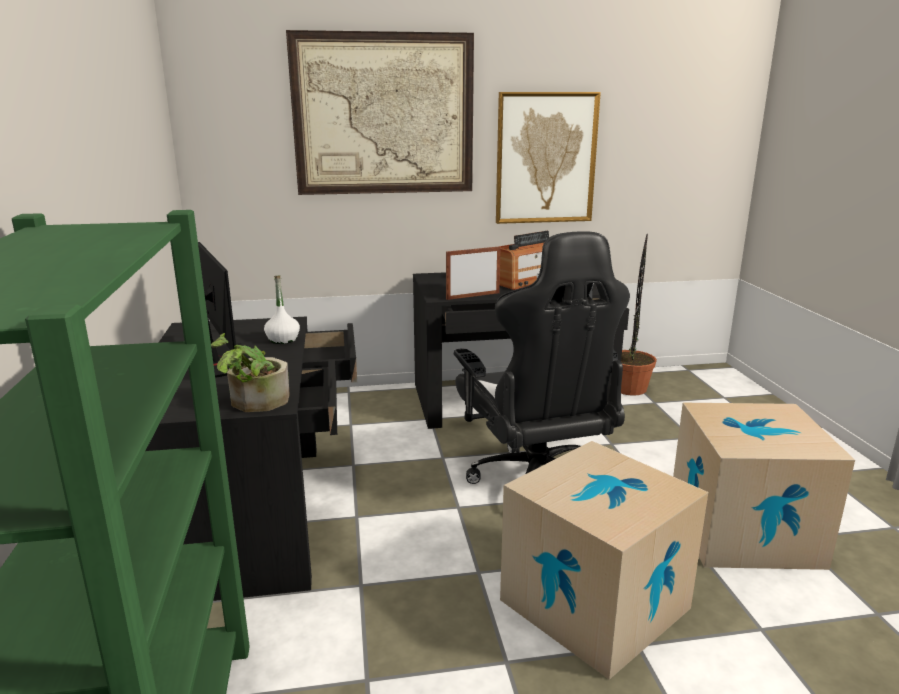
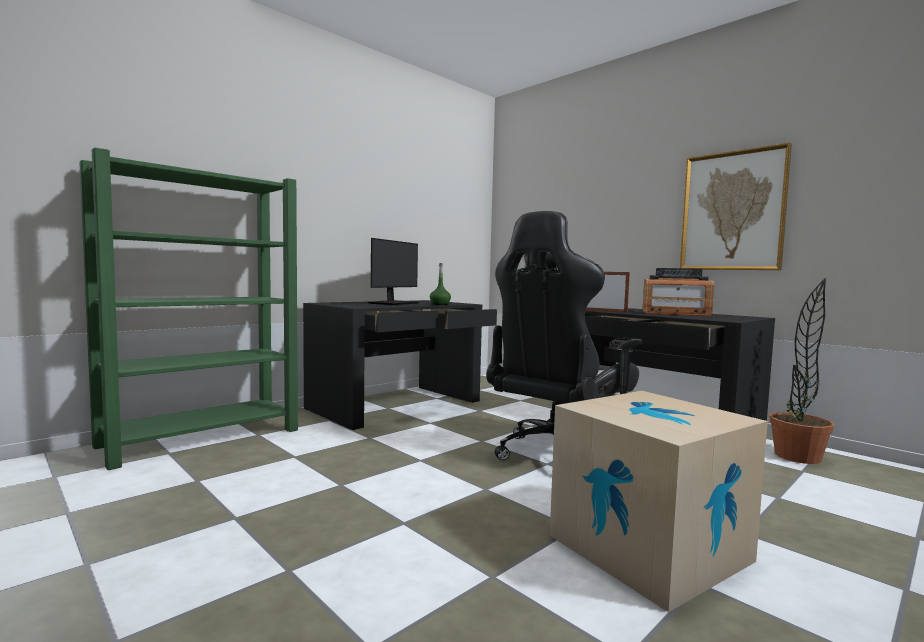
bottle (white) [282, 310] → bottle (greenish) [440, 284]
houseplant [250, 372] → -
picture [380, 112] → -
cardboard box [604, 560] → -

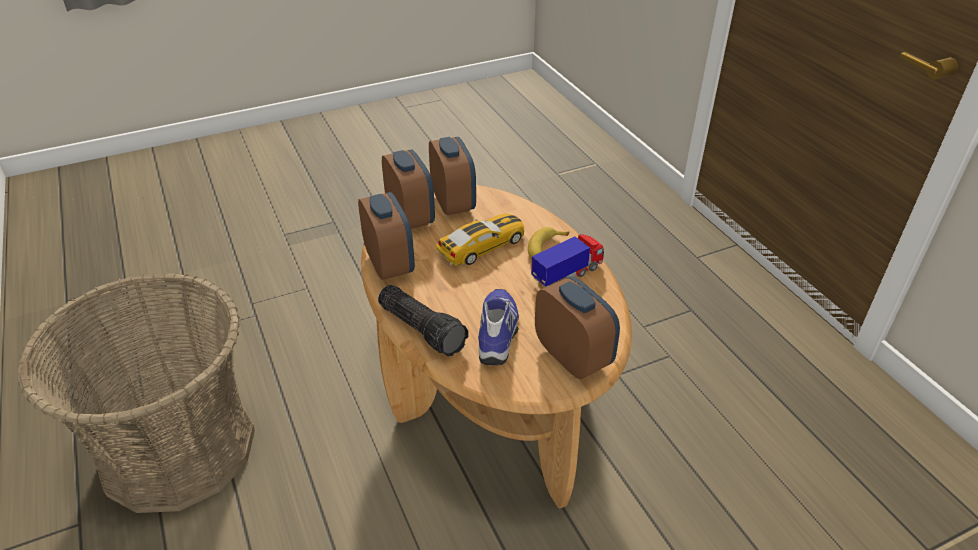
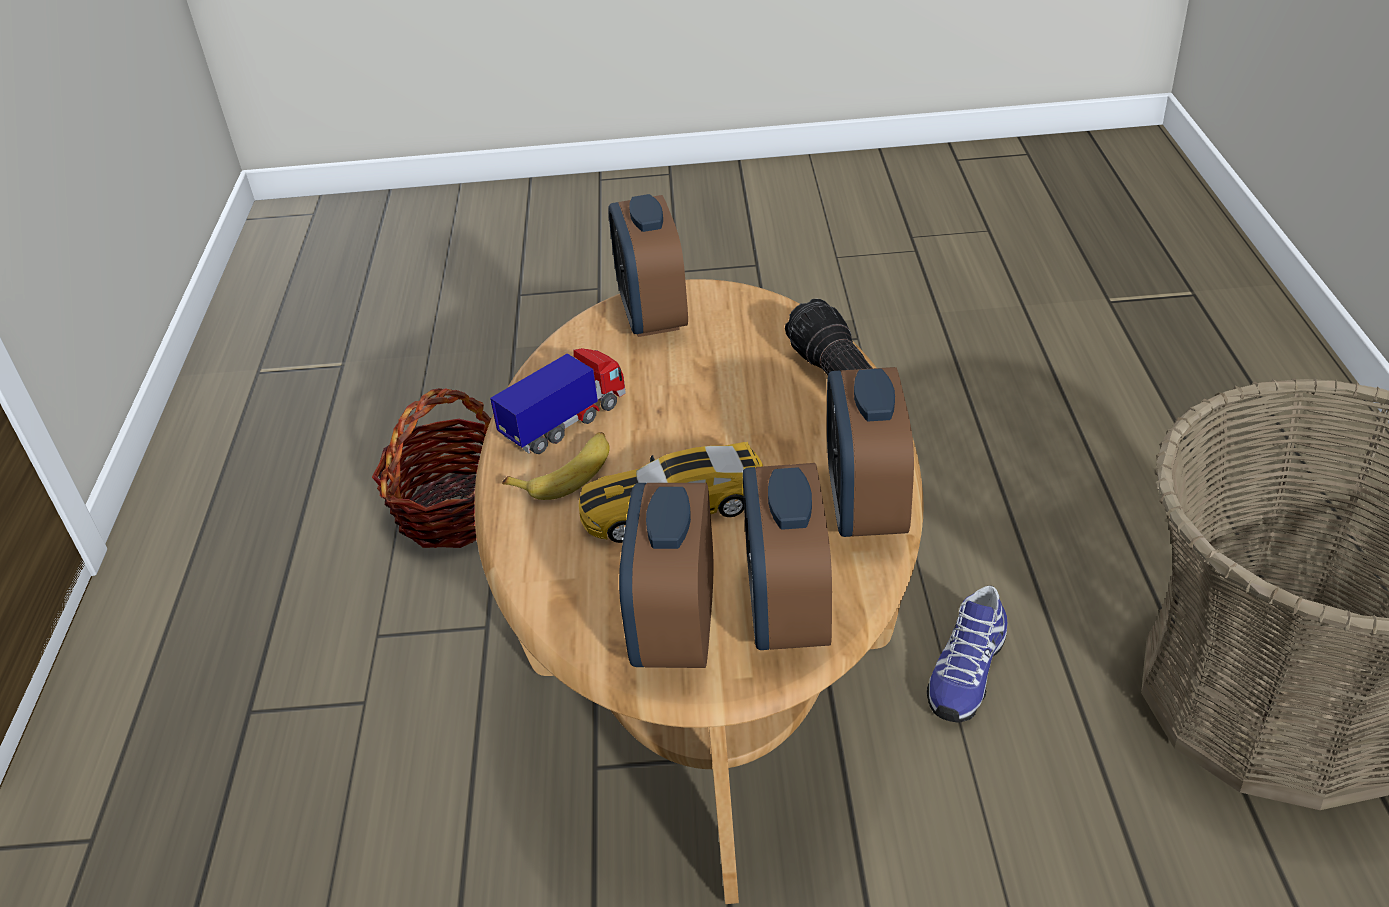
- → household basket [431, 468]
toy truck [567, 261] → toy truck [558, 401], 150 degrees clockwise
item of footwear [498, 327] → item of footwear [967, 654], shifted

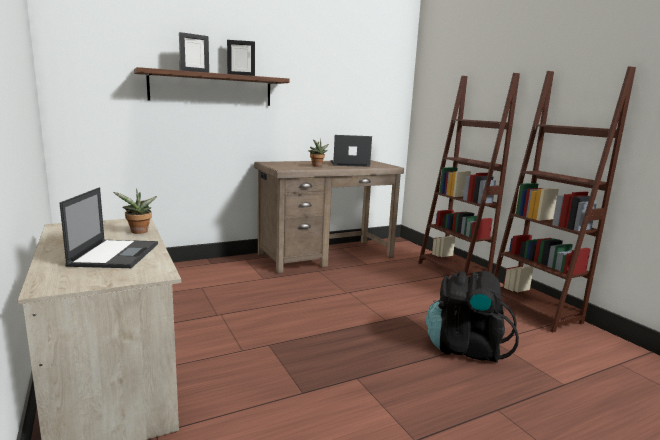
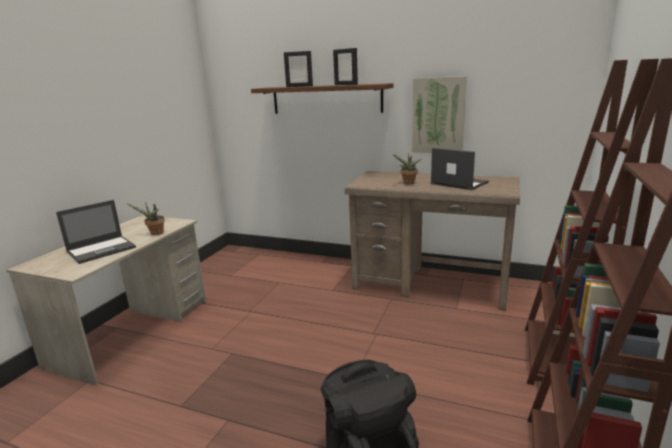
- → picture [439, 114]

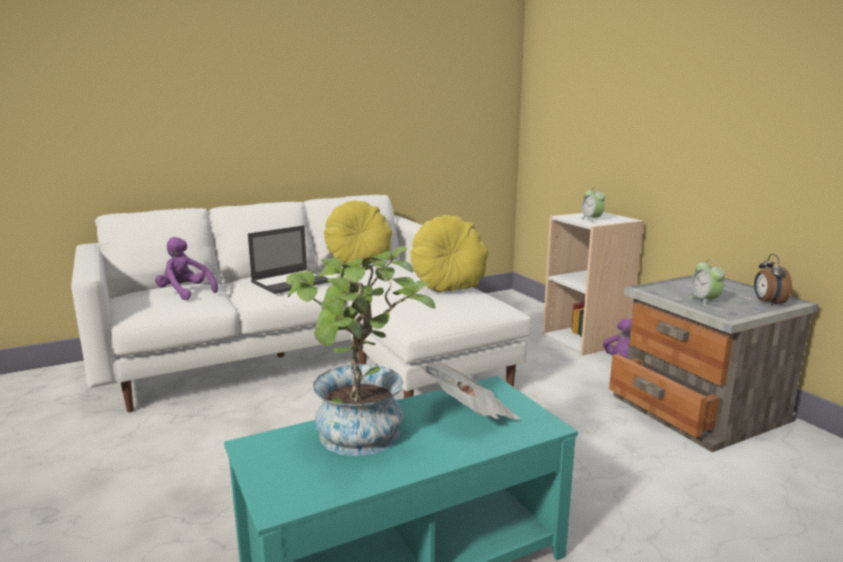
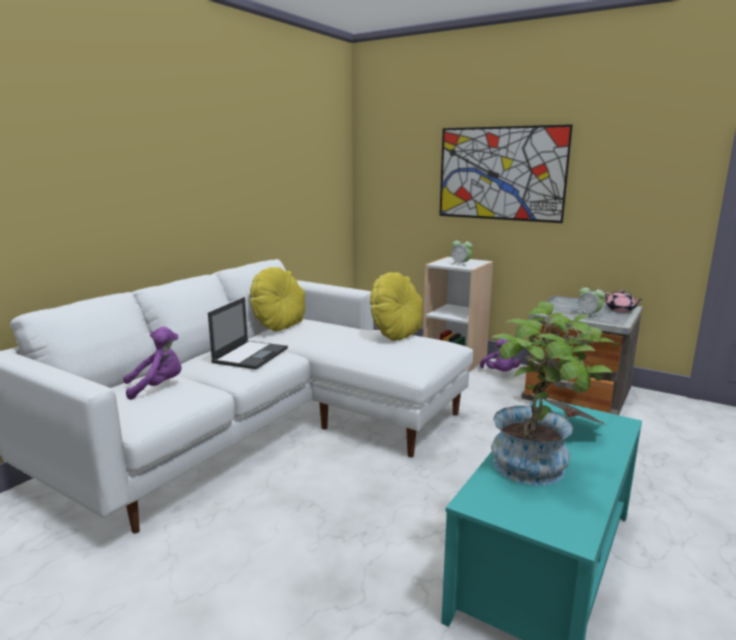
soft toy (purple) [186, 268] → soft toy (purple) [152, 363], 150 degrees clockwise
- → picture [506, 173]
table clock [773, 280] → pot for tea (pink-coloured) [623, 301]

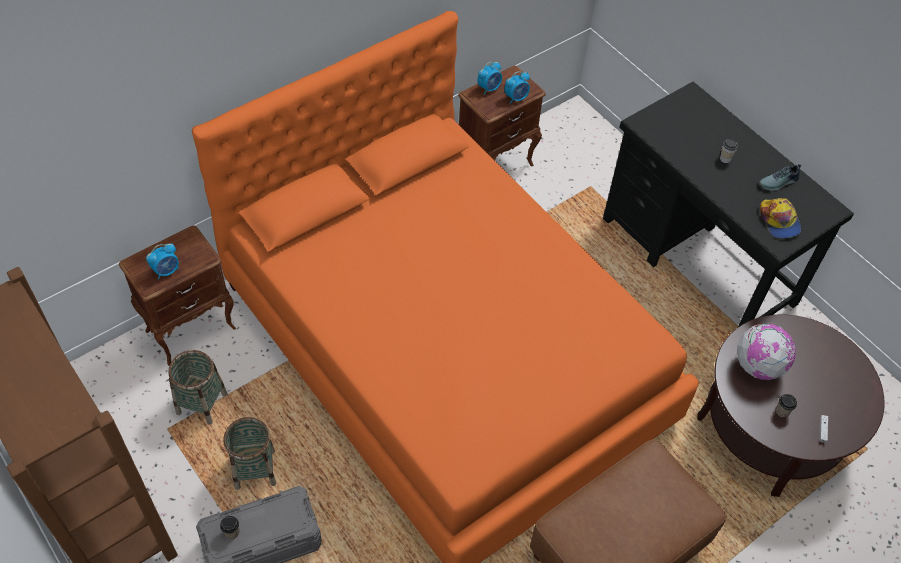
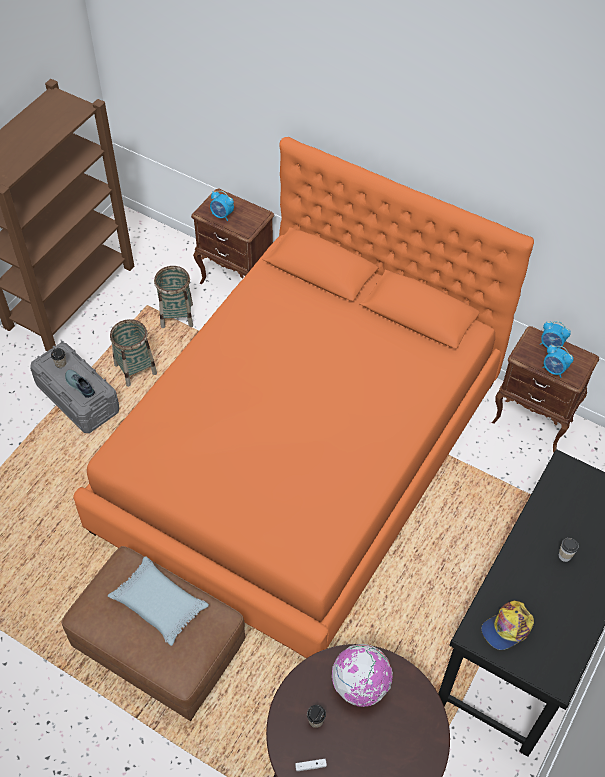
item of footwear [780, 177] → item of footwear [80, 384], shifted
- → cushion (blue) [158, 601]

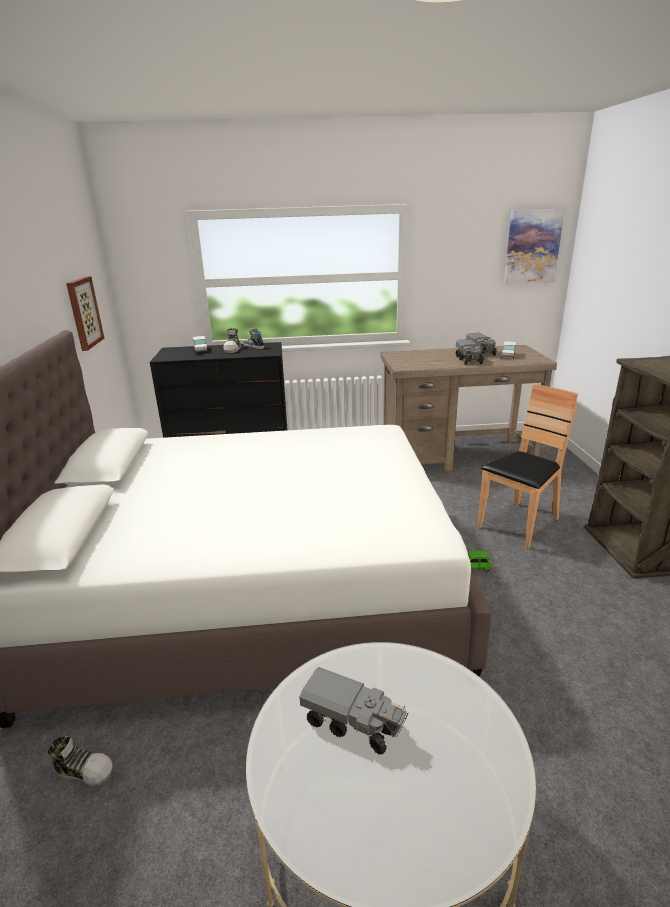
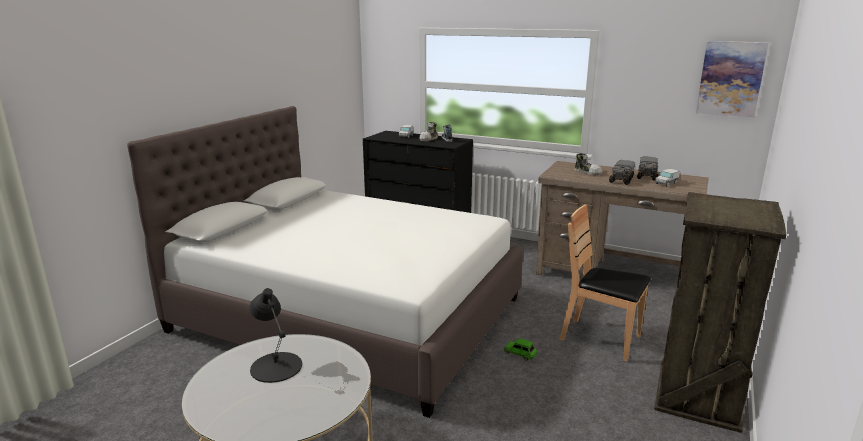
toy truck [354, 711] → tabletop lamp (blackish) [275, 335]
plain chair (brown) [527, 466] → plain chair (brown) [605, 283], 135 degrees counterclockwise
item of footwear [80, 761] → item of footwear [588, 164], shifted
picture [85, 313] → -

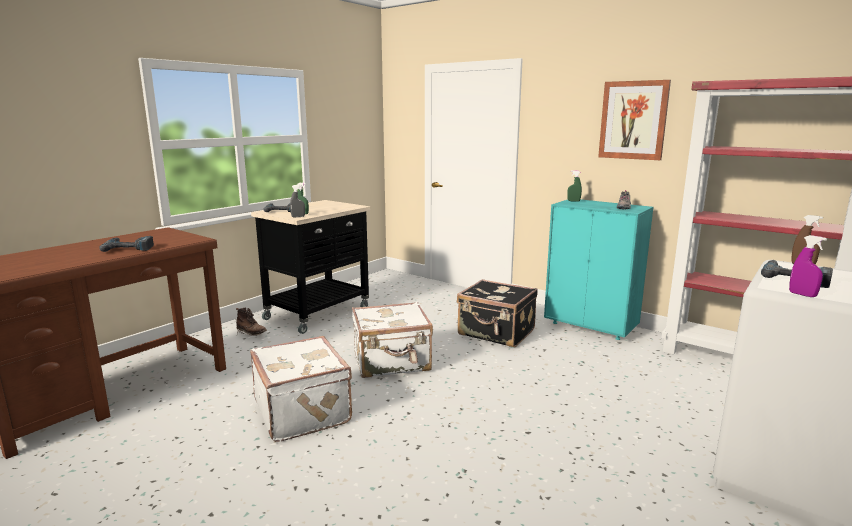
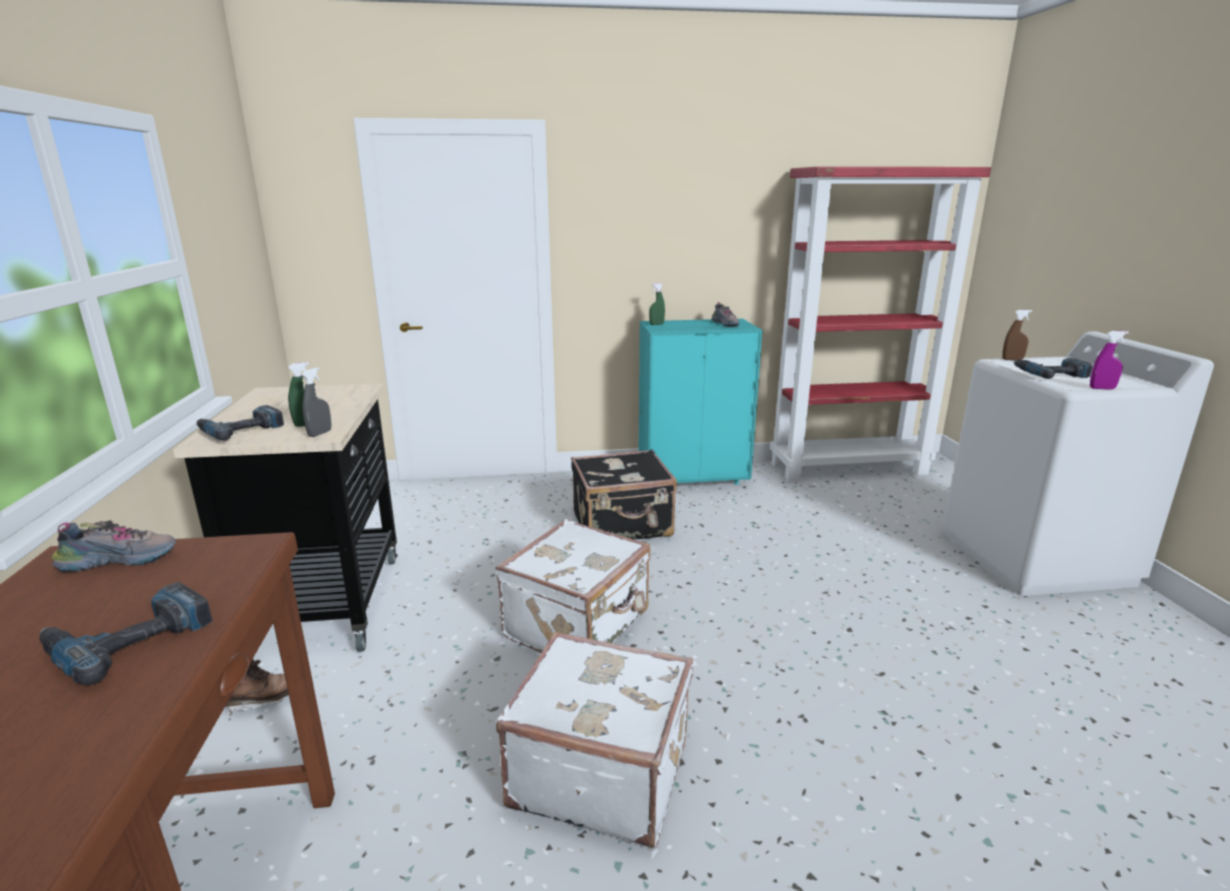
- → item of footwear [113, 546]
picture [634, 120] → -

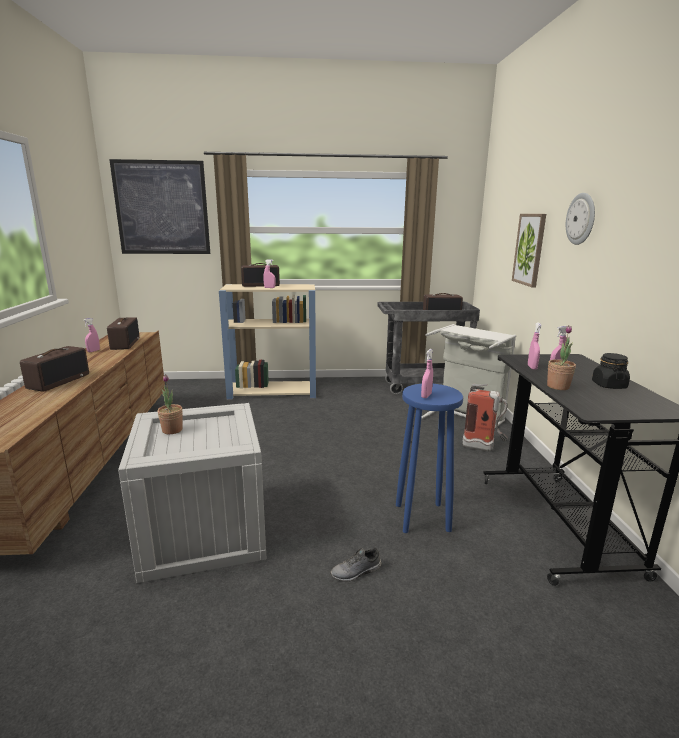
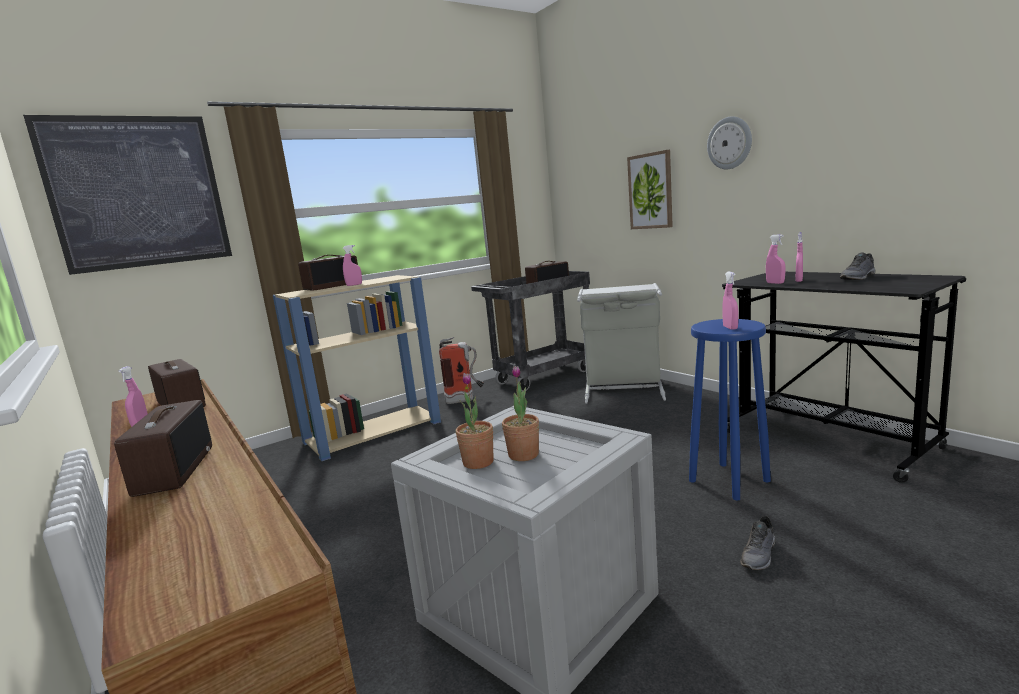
fire extinguisher [485, 417] → fire extinguisher [461, 370], shifted
houseplant [561, 358] → houseplant [520, 413], shifted
jar (blackish) [611, 371] → item of footwear (grey) [857, 266]

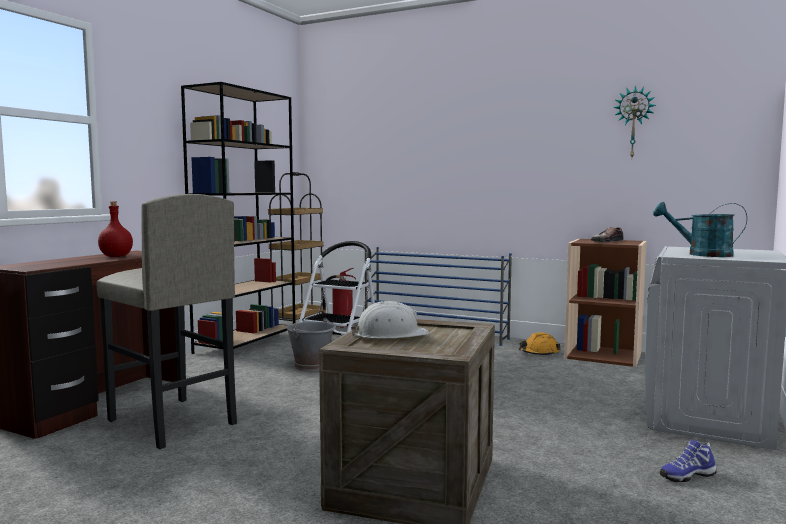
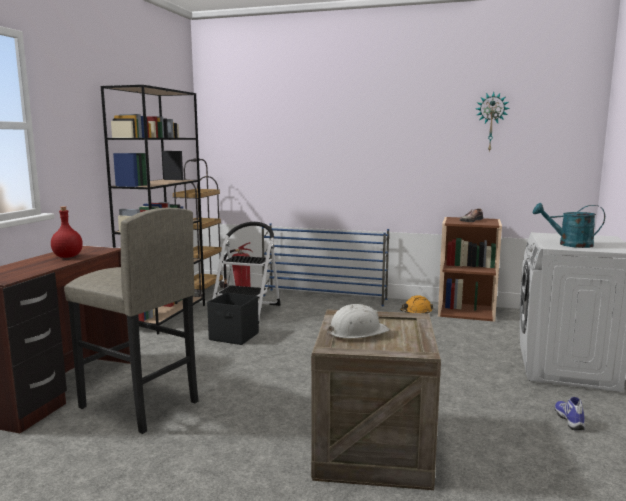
water bucket (grey) [311, 344] → storage bin (blackish) [233, 319]
item of footwear [688, 460] → item of footwear [570, 414], 120 degrees clockwise

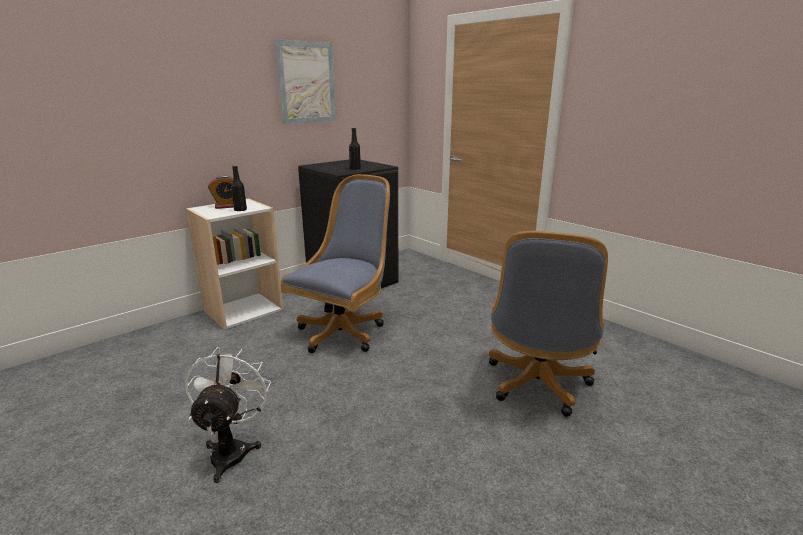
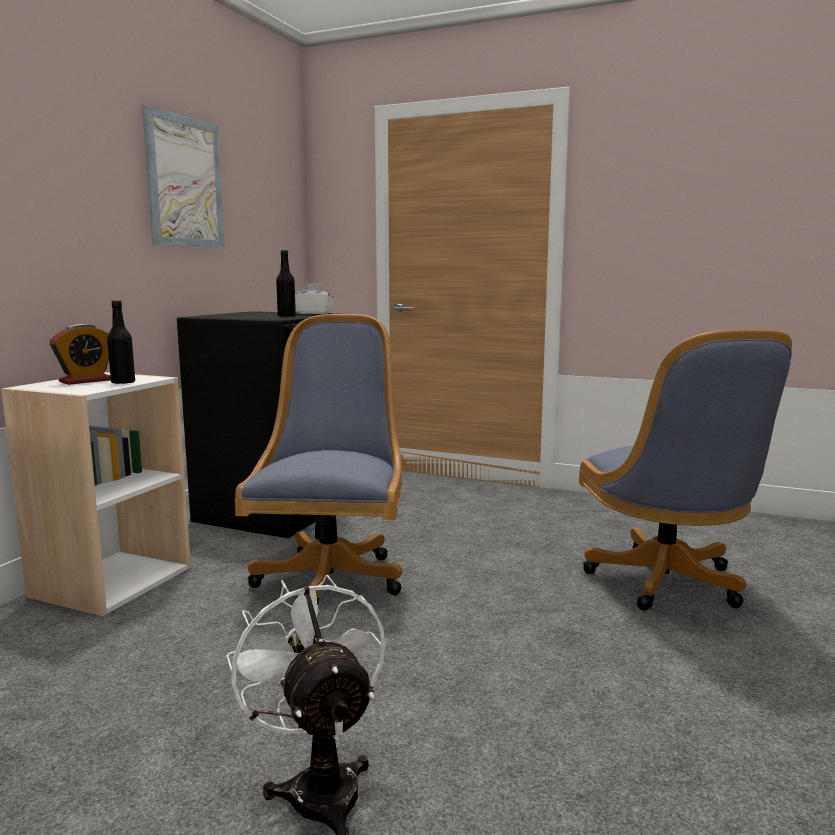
- → box of tissues (white) [315, 298]

